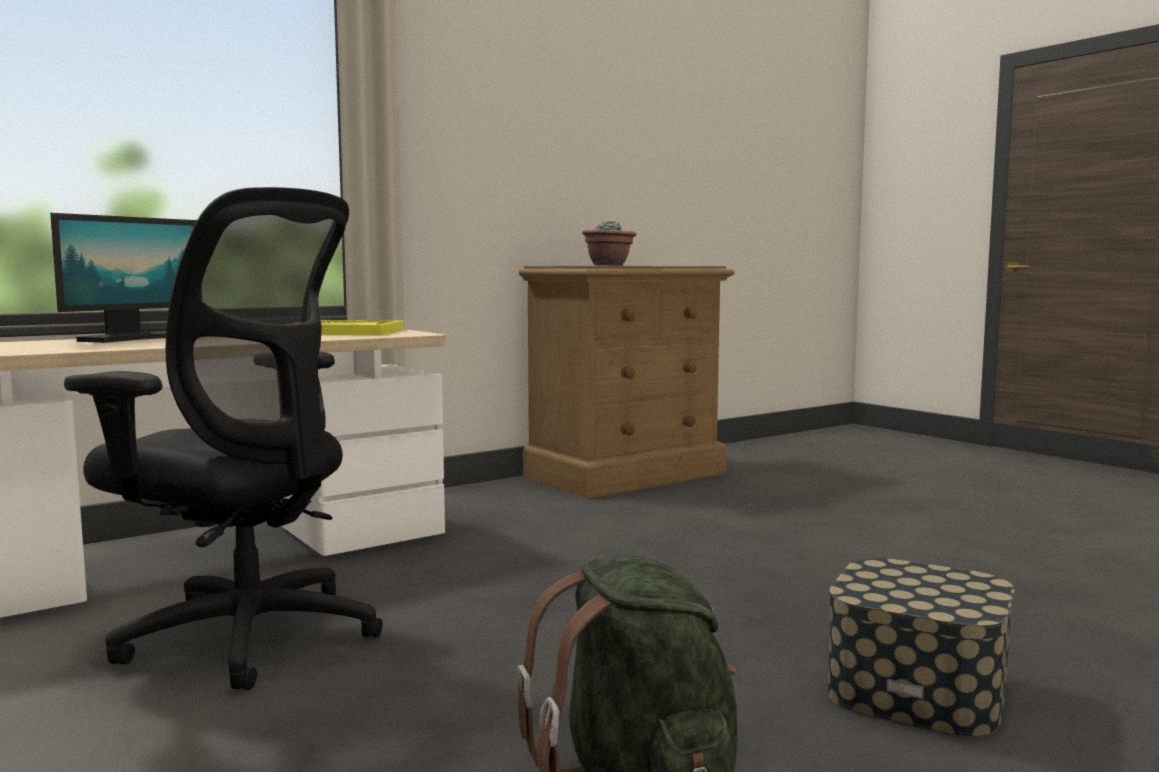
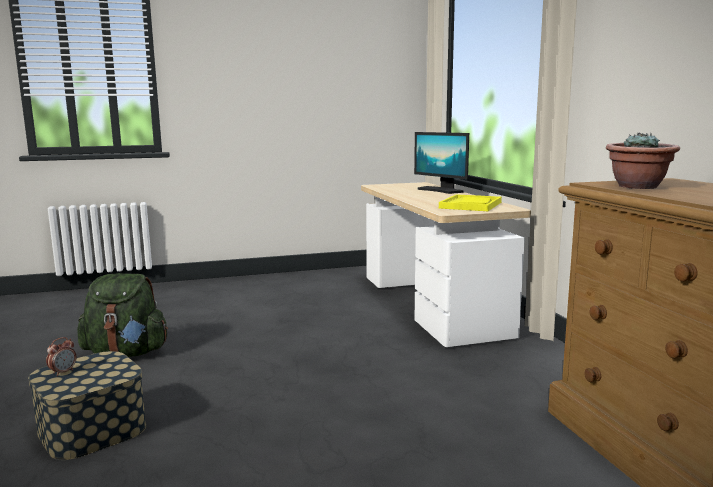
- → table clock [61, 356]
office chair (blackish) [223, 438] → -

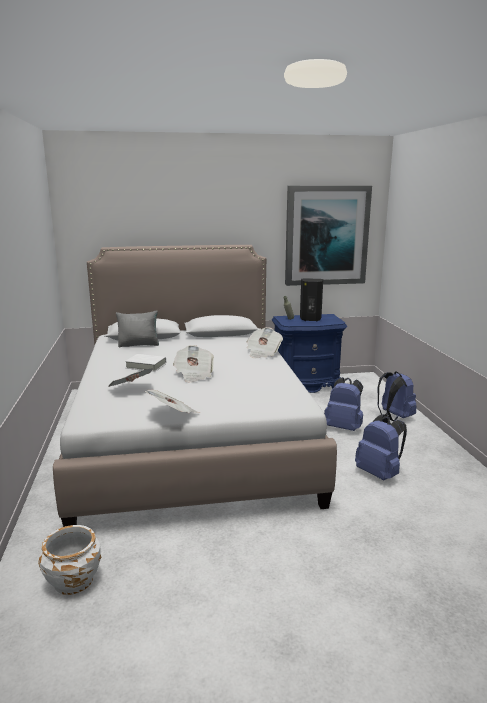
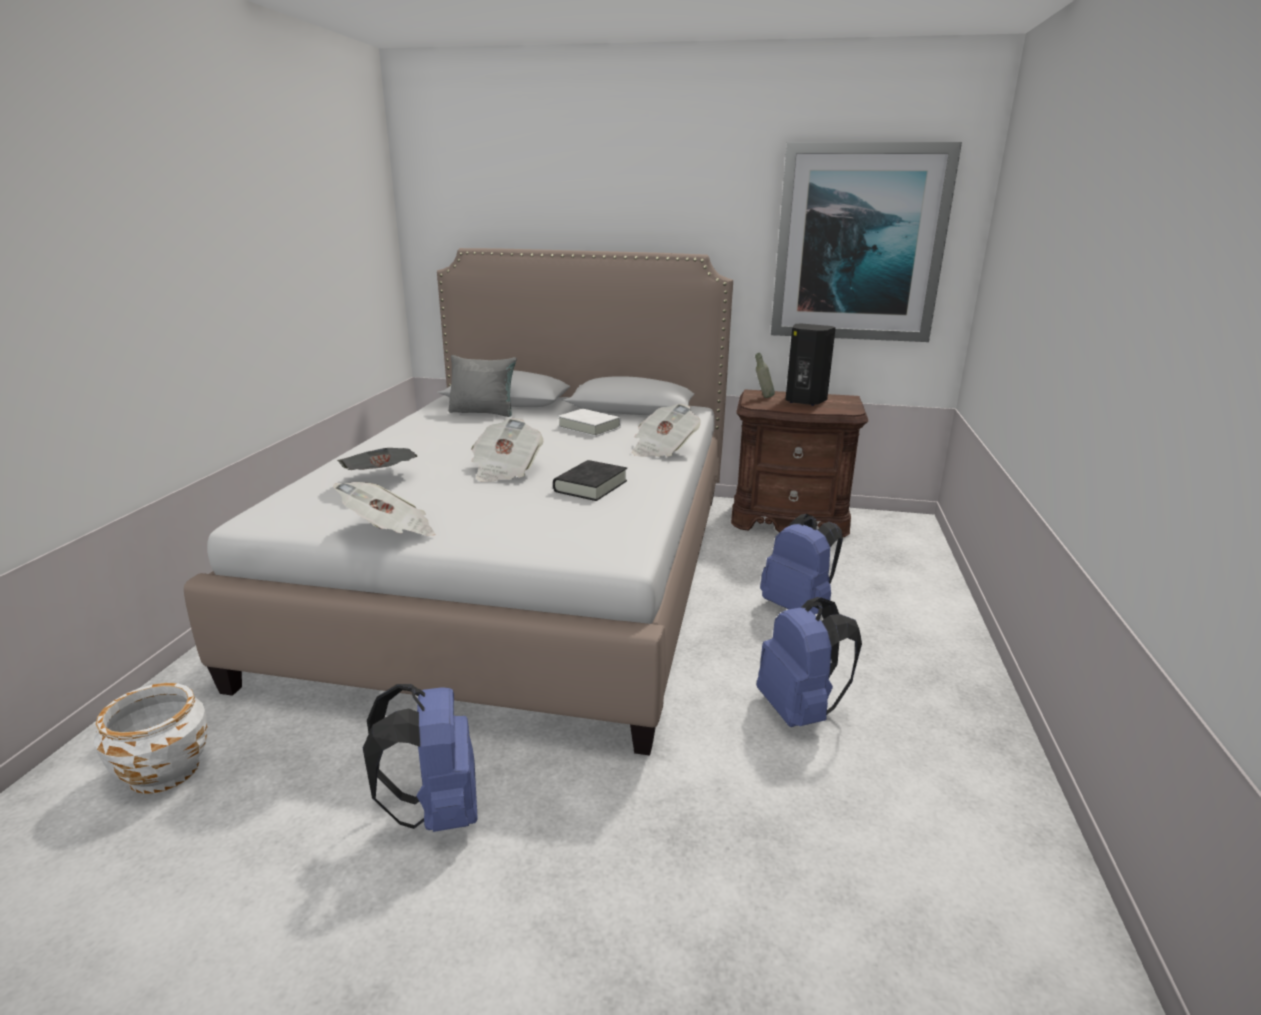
rucksack (blue) [397, 396] → rucksack (blue) [420, 758], shifted
- → volume (blackish) [590, 480]
volume (white) [145, 363] → volume (white) [589, 423], shifted
bedside table (blue) [309, 353] → bedside table (brown) [799, 463]

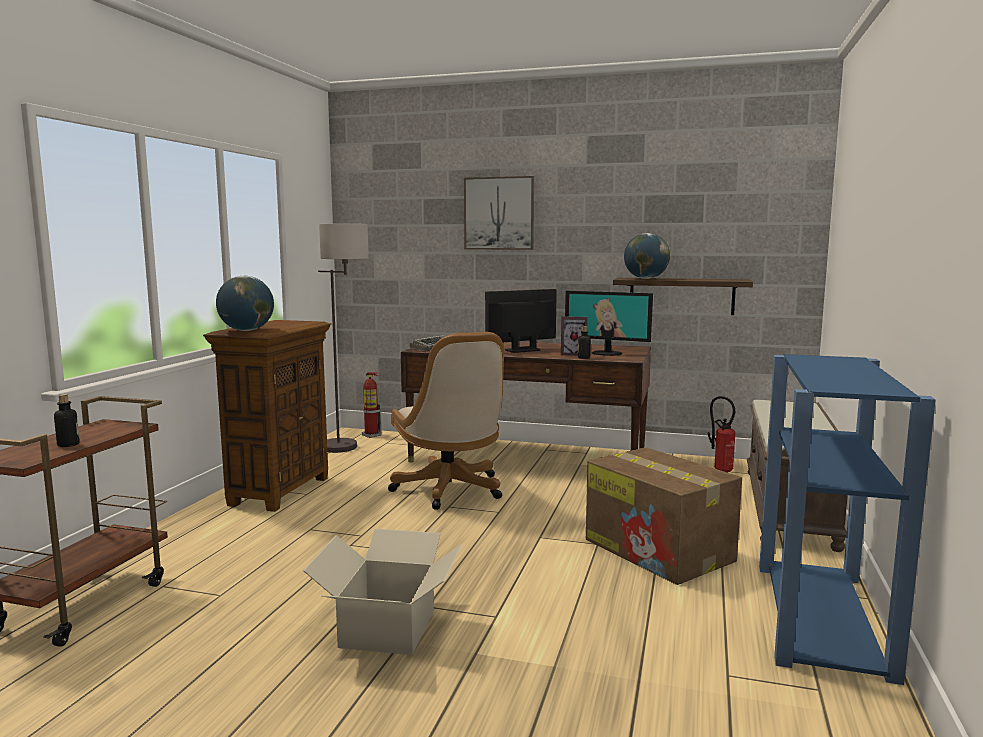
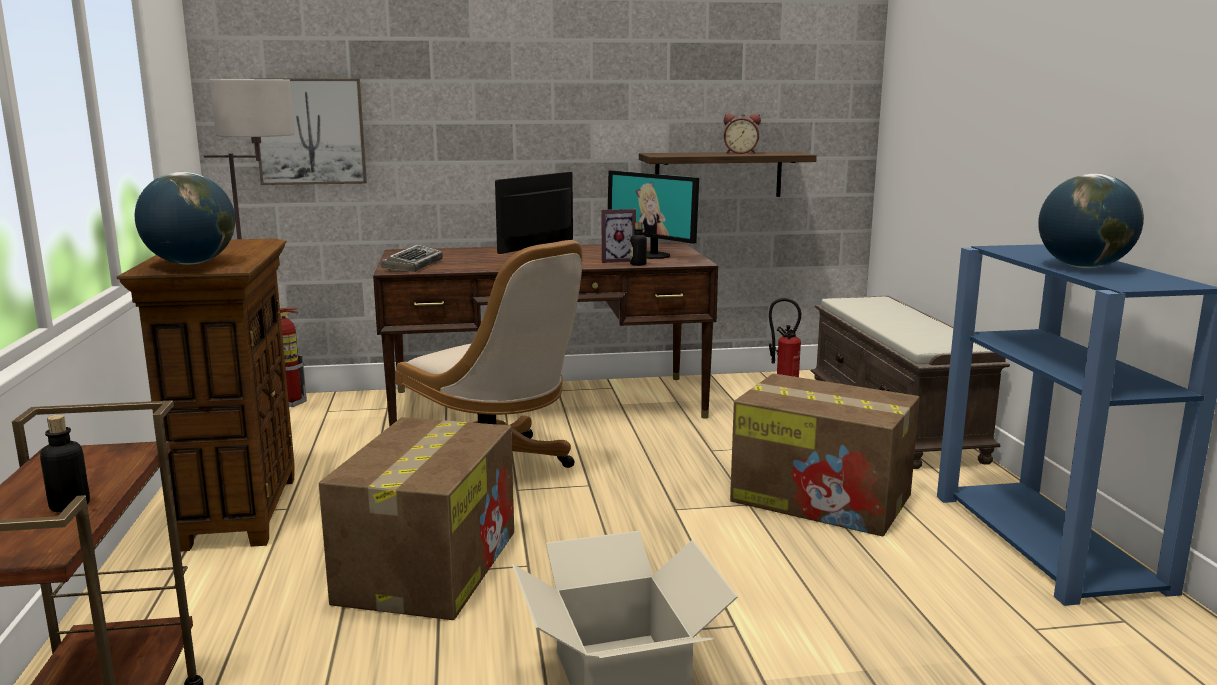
picture [499, 213] → picture [309, 131], shifted
- → cardboard box [416, 518]
monitor [609, 323] → monitor [653, 214], 45 degrees clockwise
- → table clock [742, 134]
globe [647, 256] → globe [1091, 221], shifted

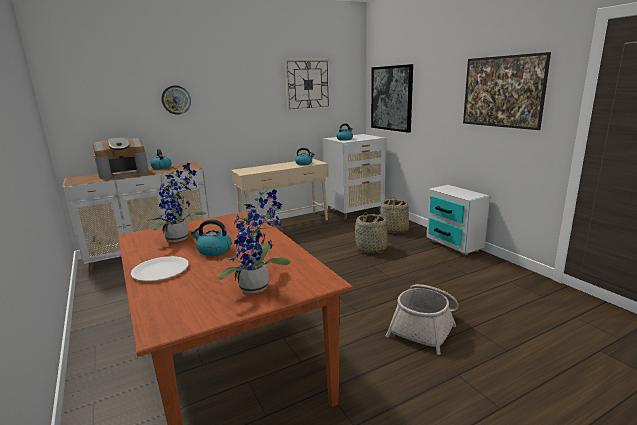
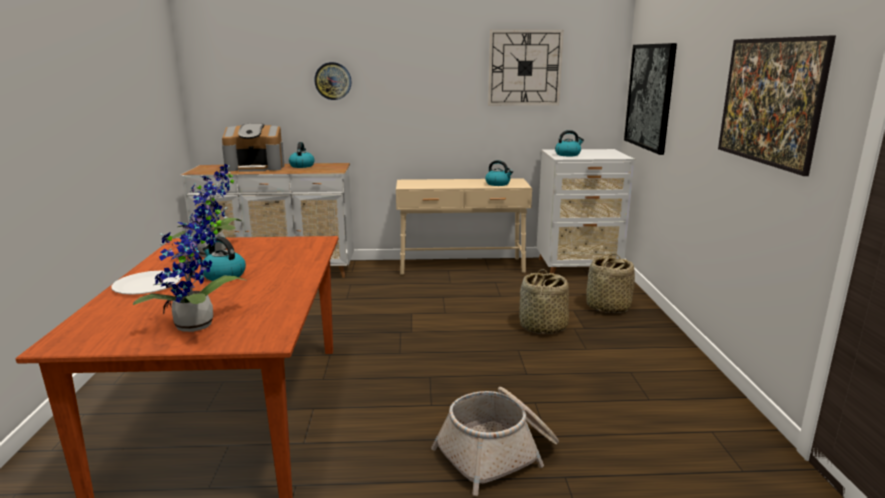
bedside table (white) [458, 220] → -

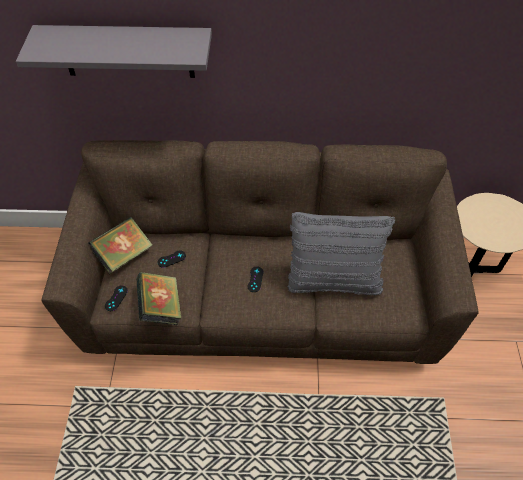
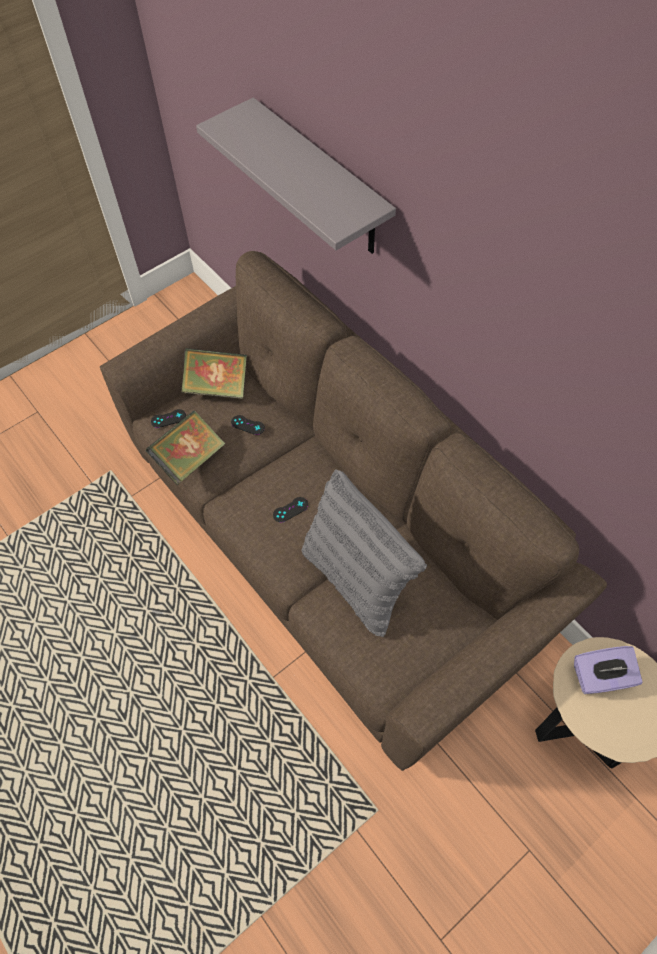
- → box of tissues (purple) [608, 670]

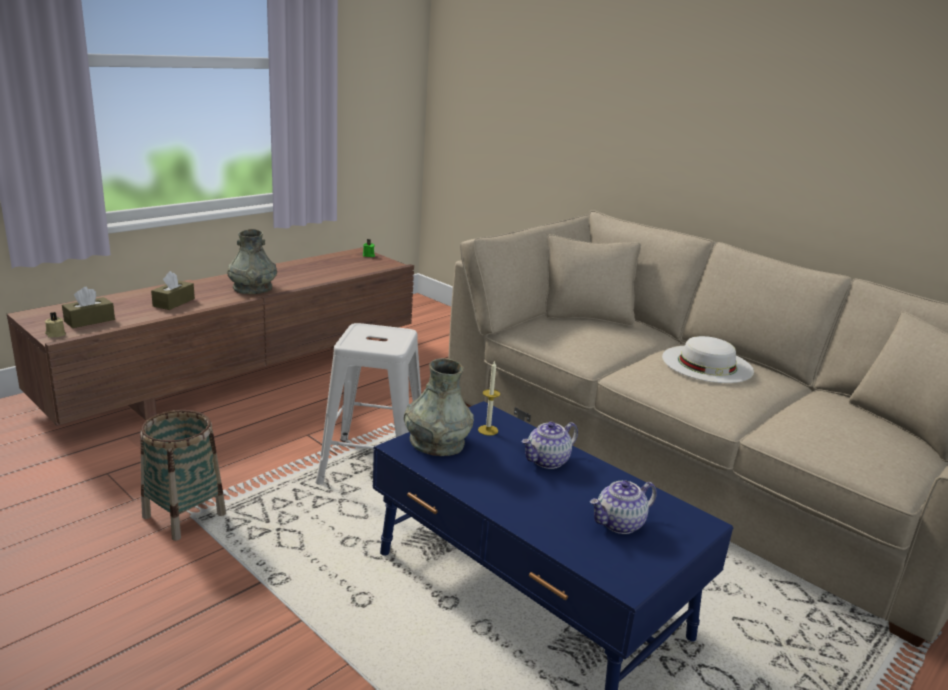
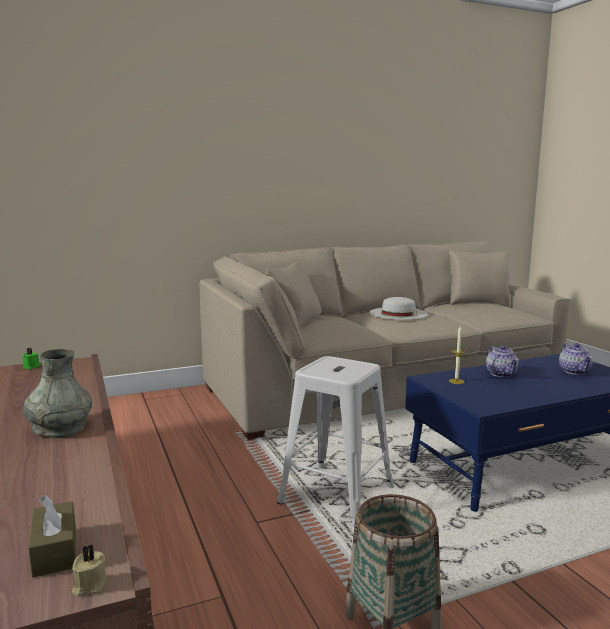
box of tissues (brown) [173, 290] → -
vase (grey) [439, 407] → -

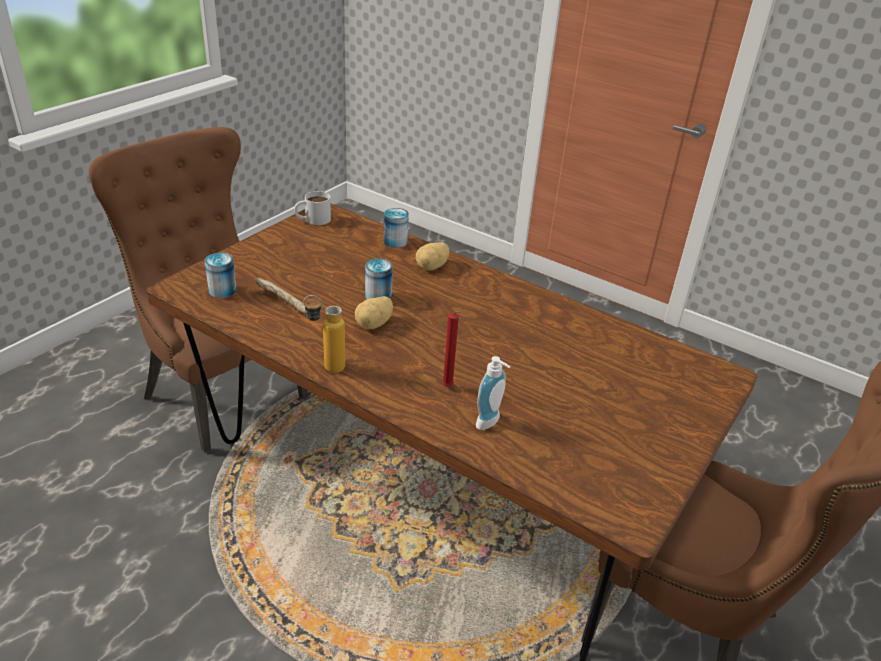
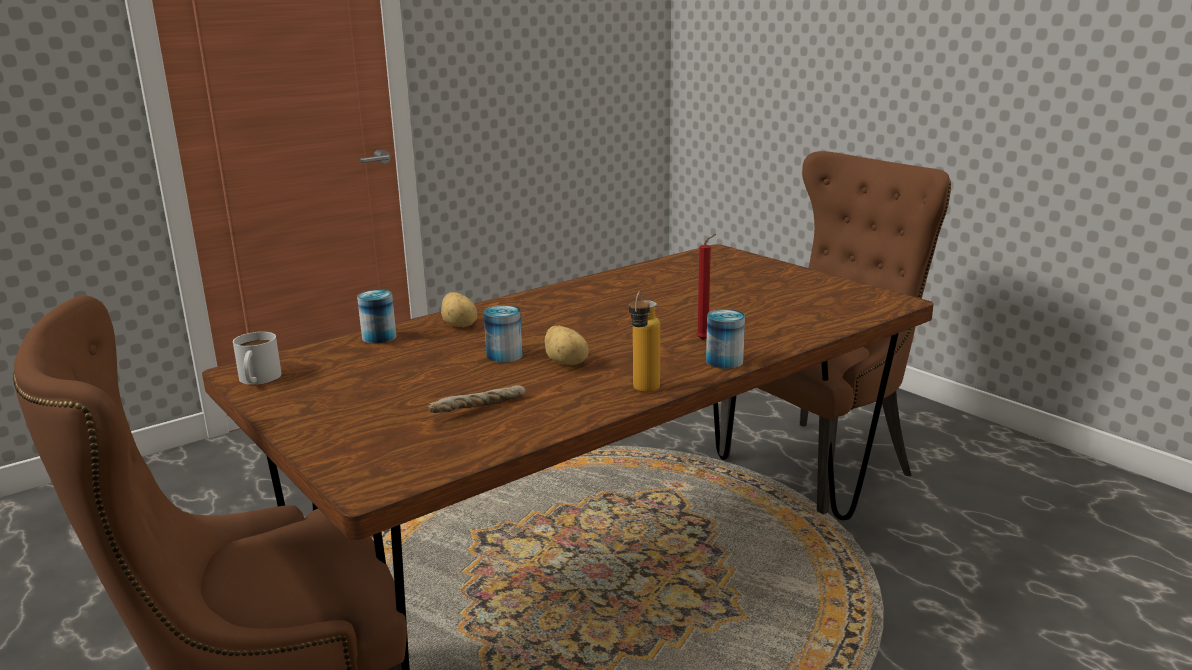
can [221, 275] → can [725, 339], shifted
soap bottle [493, 393] → -

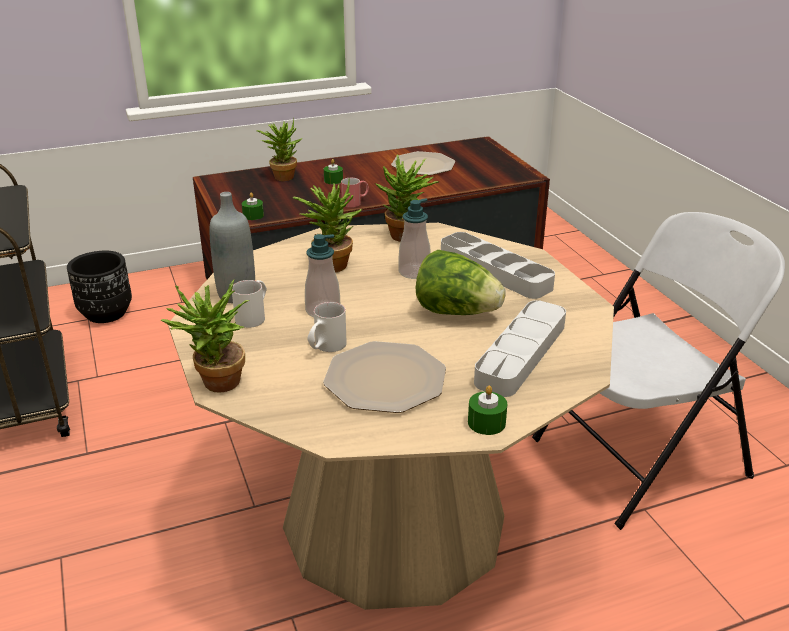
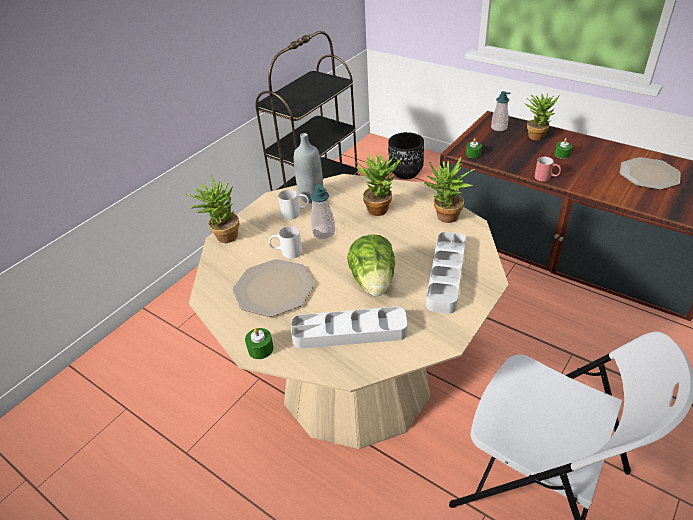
soap bottle [414, 238] → soap bottle [500, 111], shifted

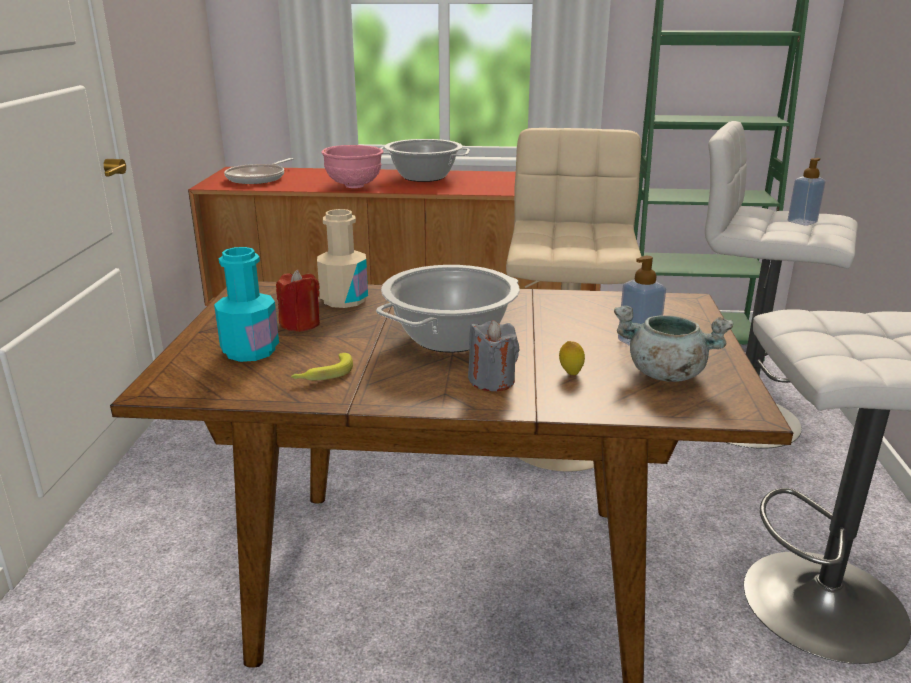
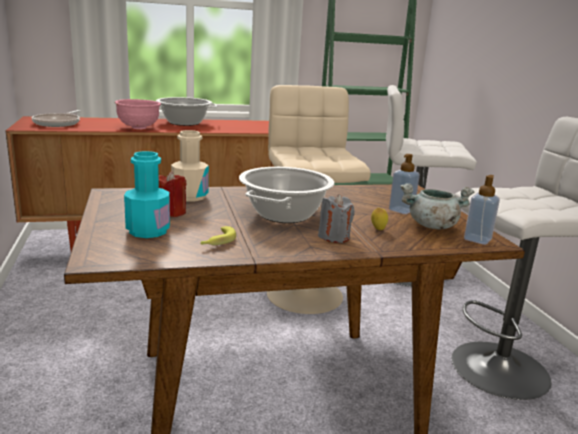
soap bottle [806, 191] → soap bottle [482, 210], shifted

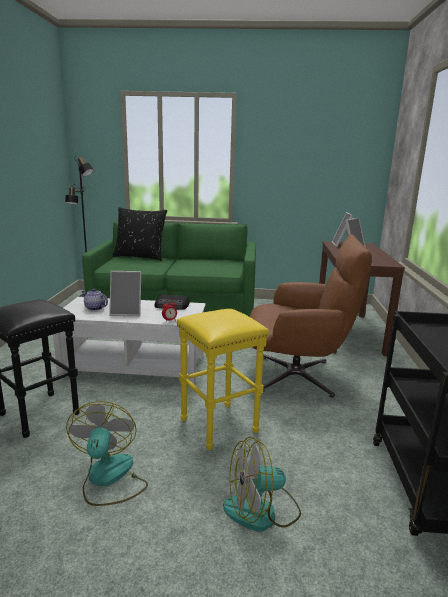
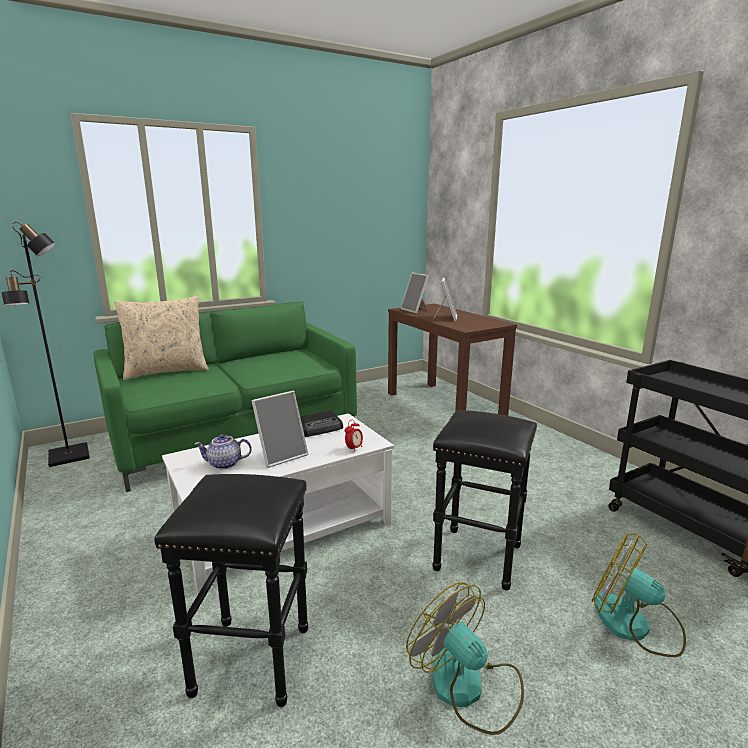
cushion (blackish) [139, 234] → cushion (sand-coloured) [161, 337]
stool seat (yellow) [223, 379] → stool seat (blackish) [485, 500]
electric fan [262, 484] → electric fan [639, 595], 90 degrees clockwise
lounge chair (brown) [311, 316] → -

